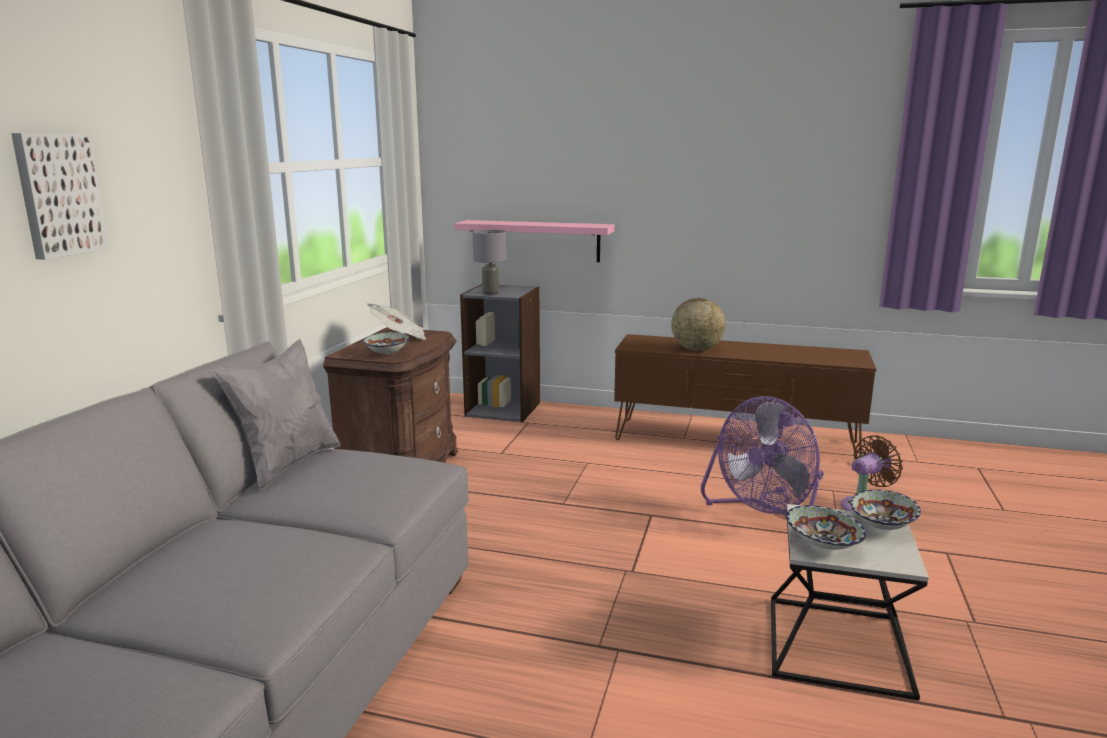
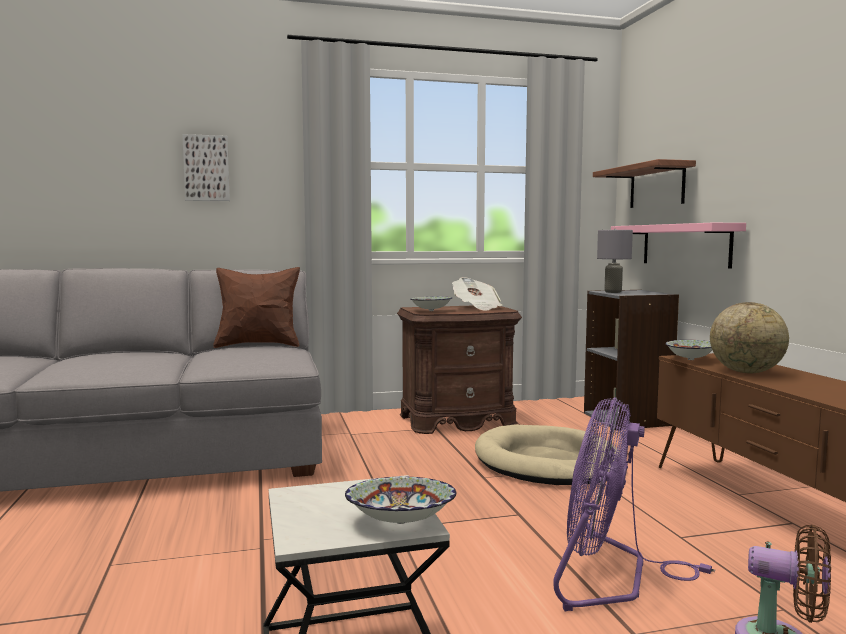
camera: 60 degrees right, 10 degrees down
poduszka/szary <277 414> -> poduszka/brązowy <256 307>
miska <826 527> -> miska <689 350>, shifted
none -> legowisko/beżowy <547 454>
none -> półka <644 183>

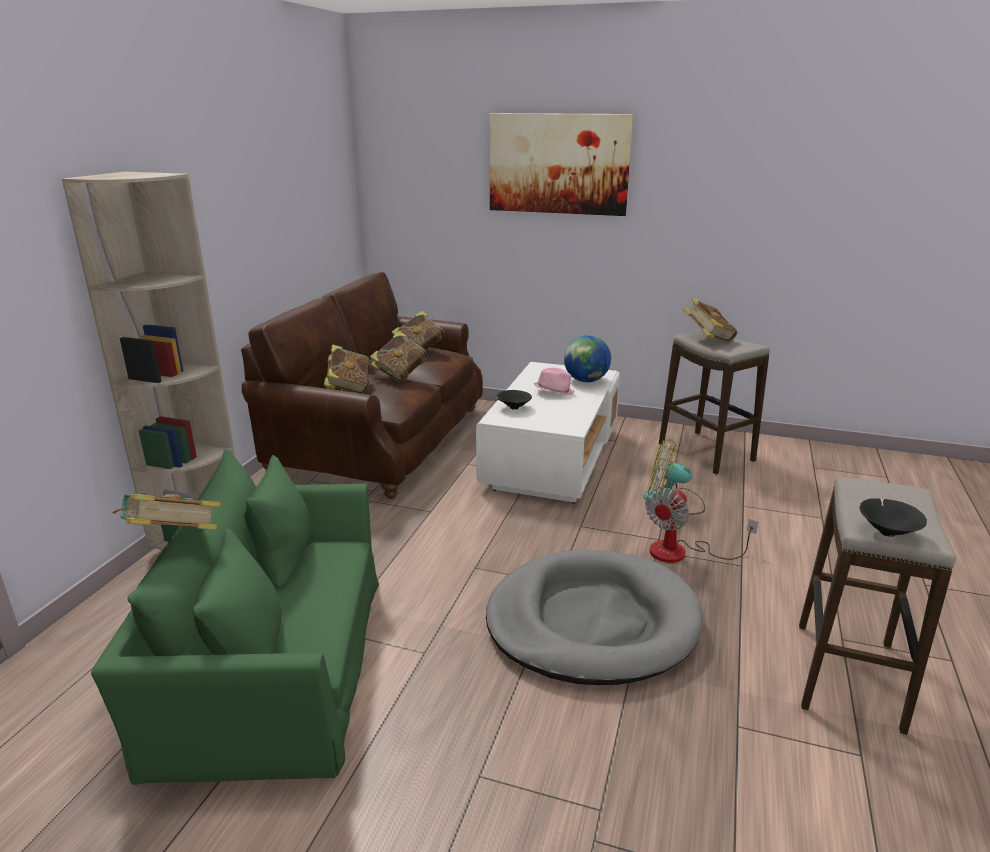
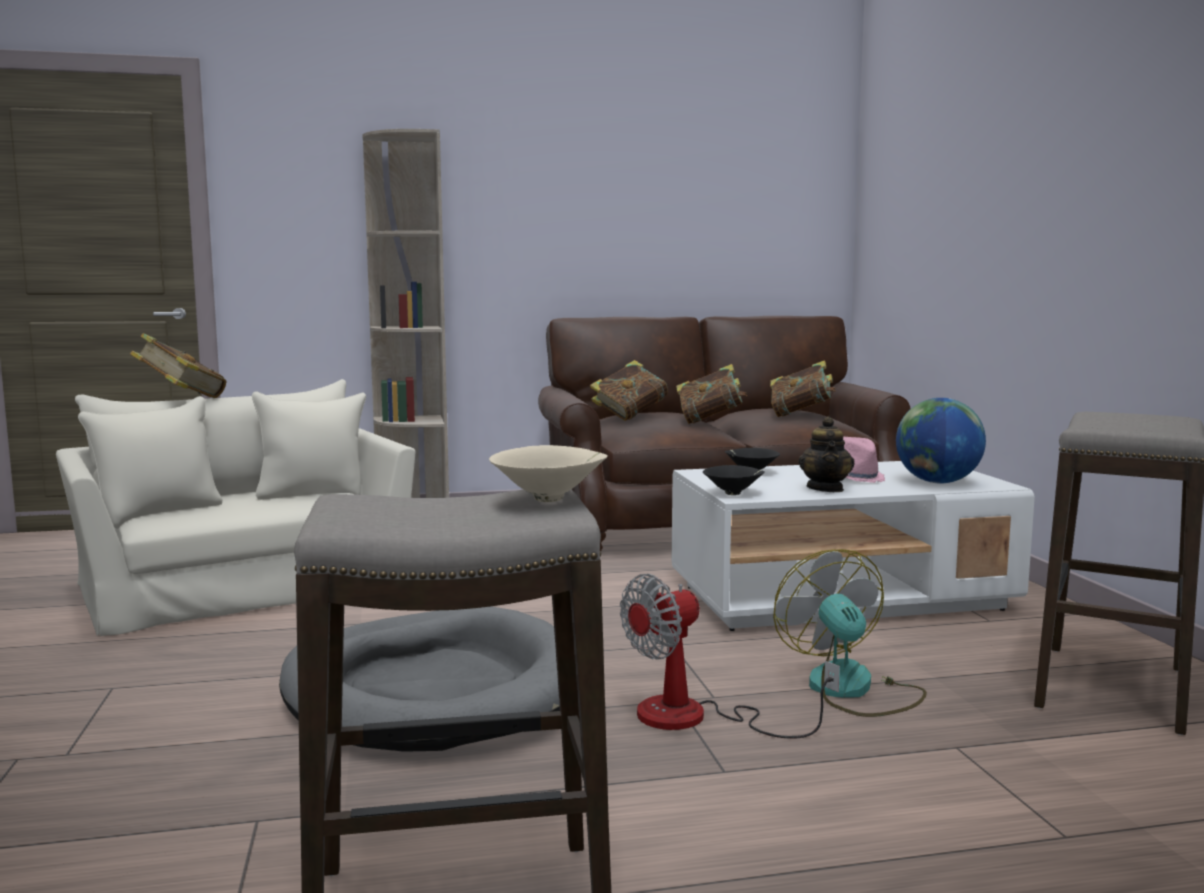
camera: 60 degrees right, 15 degrees down
fotel/zielony <235 617> -> fotel/beżowy <235 507>
obraz <561 164> -> none
wentylator <701 525> -> wentylator <730 656>, 45 degrees counterclockwise
książka <710 320> -> none
miska/czarny <893 517> -> miska/czarny <734 480>, shifted
none -> miska/beżowy <548 473>
none -> imbryk <826 454>

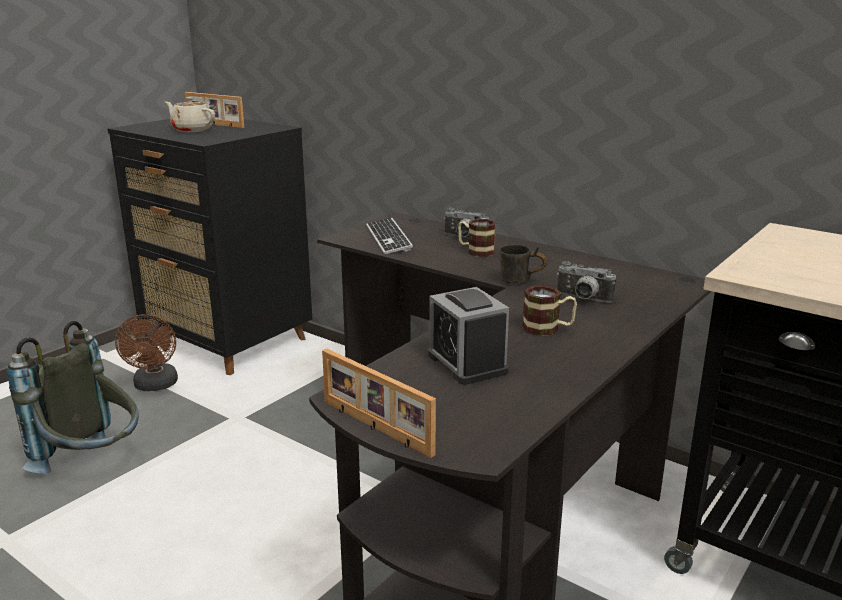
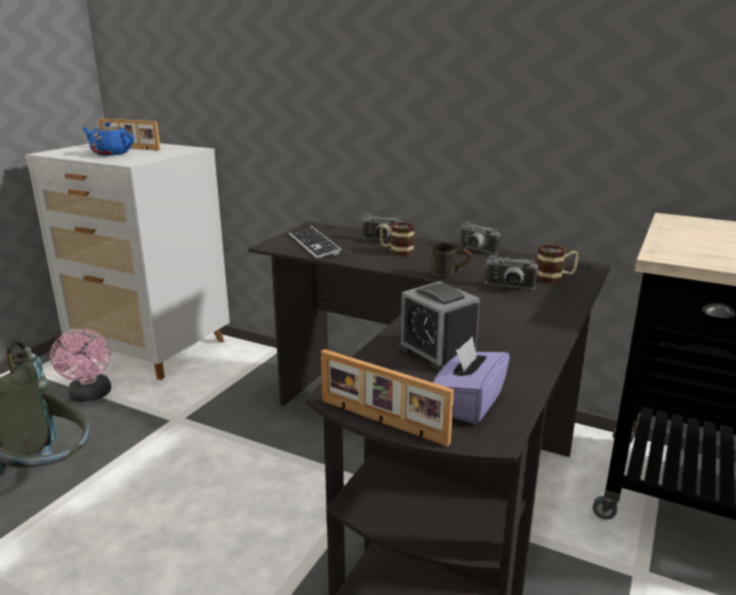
camera: 10 degrees left, 0 degrees up
komoda/czarny <210 247> -> komoda/biały <127 261>
wentylator/brązowy <146 352> -> wentylator/różowy <80 365>
imbryk/beżowy <190 114> -> imbryk/niebieski <107 139>
kubek <549 310> -> kubek <558 264>, shifted
none -> pudełko chusteczek/fioletowy <471 380>
none -> aparat fotograficzny <479 237>

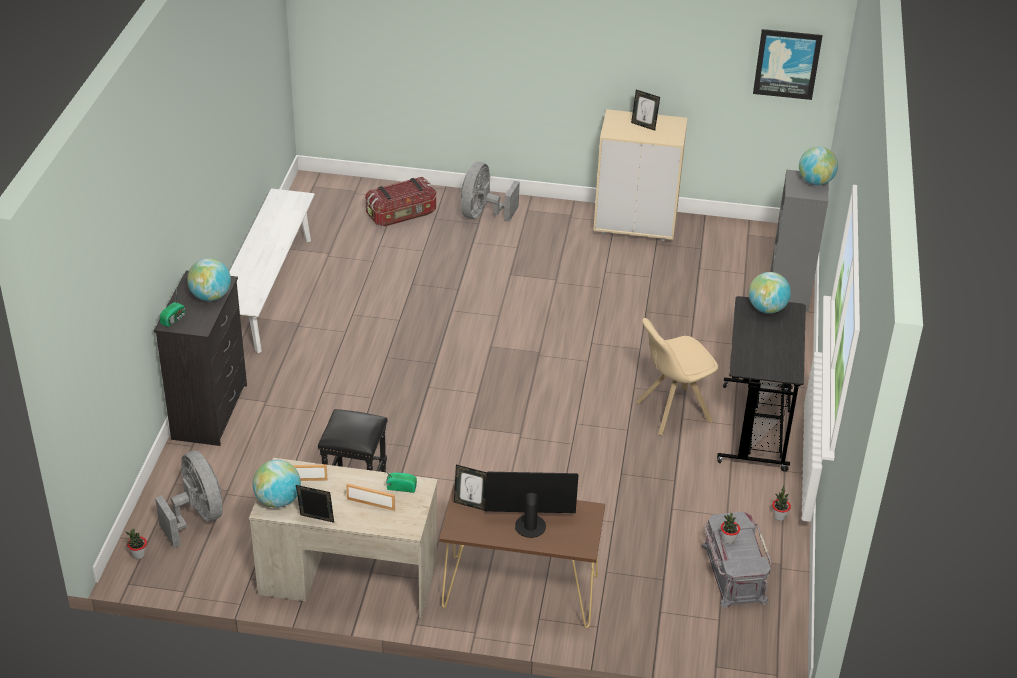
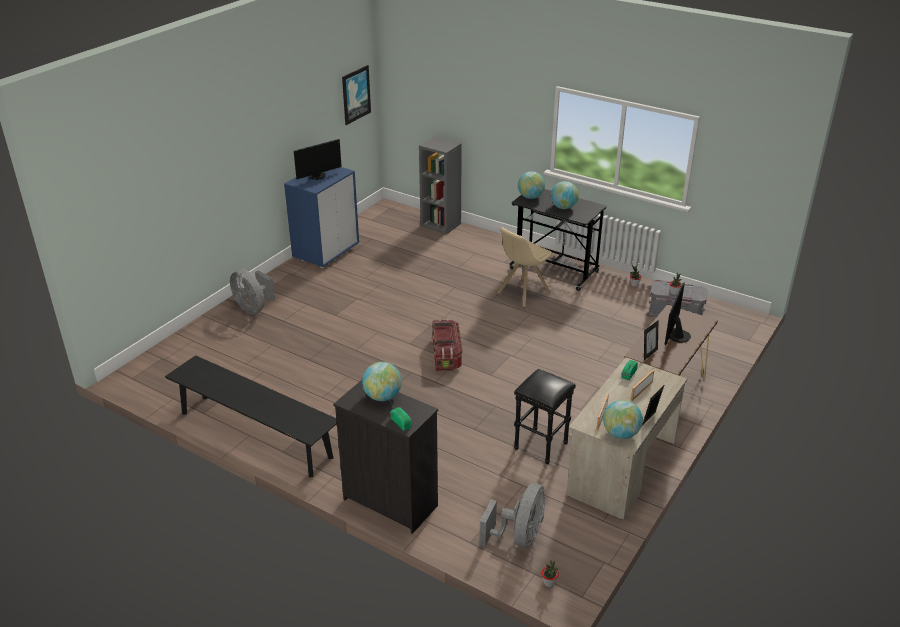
camera: 65 degrees left, 5 degrees down
wentylator/szary <189 499> -> wentylator/szary <512 515>, 120 degrees clockwise
ławka/biały <272 270> -> ławka/czarny <251 416>
pojemnik do przechowywania <400 202> -> pojemnik do przechowywania <447 345>, shifted
szafka/beżowy <640 175> -> szafka/niebieski <321 217>
ramka na zdjęcie <645 110> -> monitor <318 159>
krzesło/beżowy <677 376> -> krzesło/beżowy <524 267>, 45 degrees clockwise
globus <818 166> -> globus <565 195>, shifted

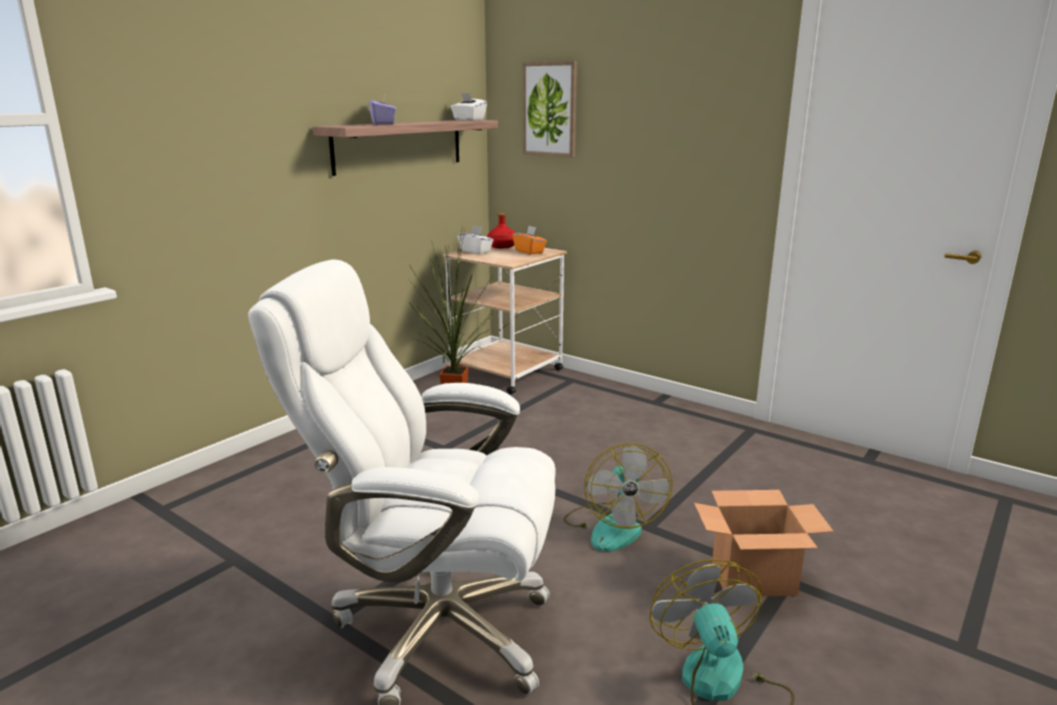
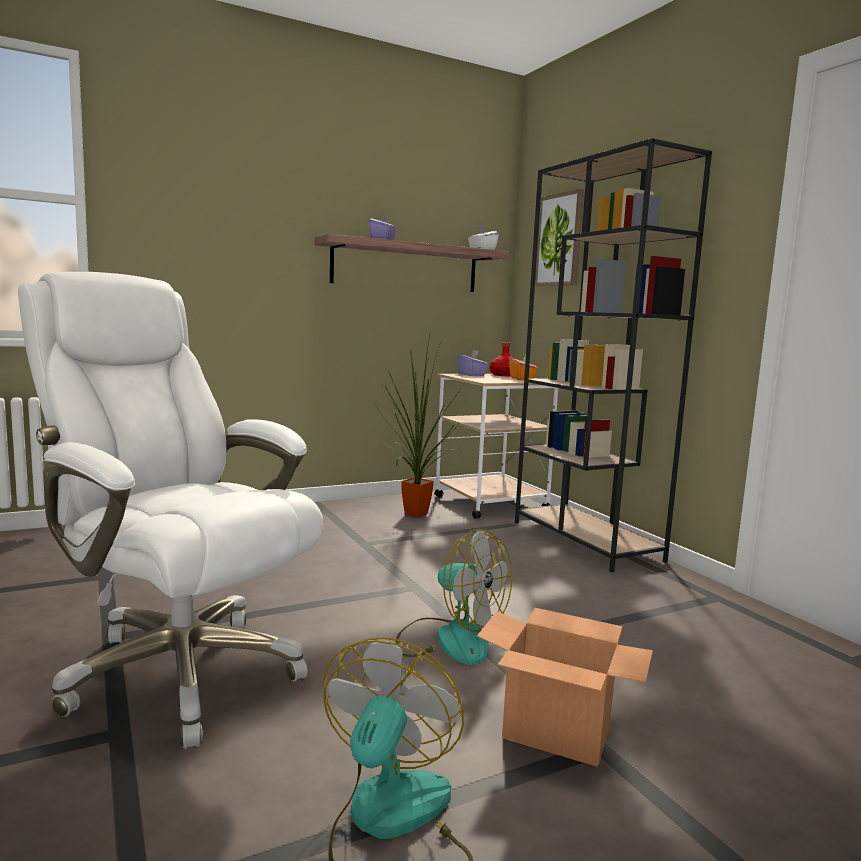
camera: 25 degrees right, 10 degrees down
pudełko chusteczek/biały <475 240> -> pudełko chusteczek/fioletowy <472 363>
wentylator <618 497> -> wentylator <453 597>, 75 degrees counterclockwise
none -> regał <613 355>

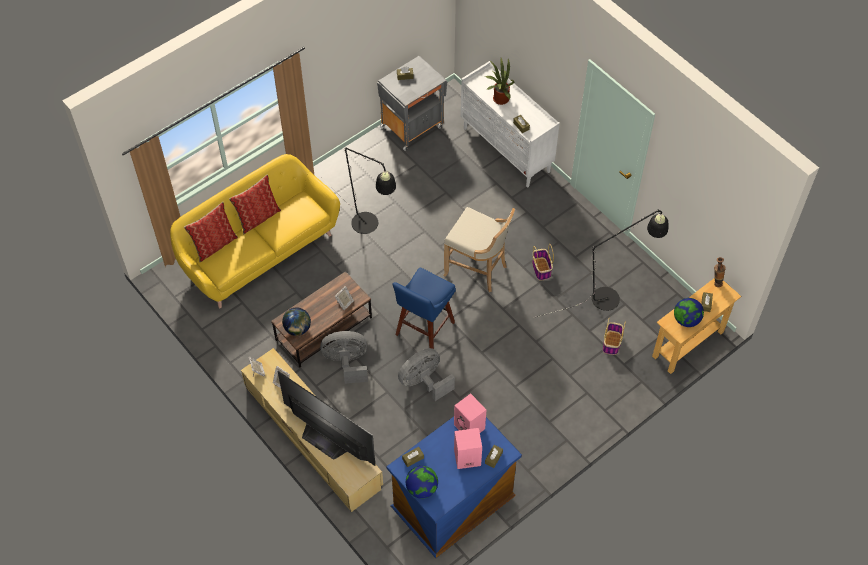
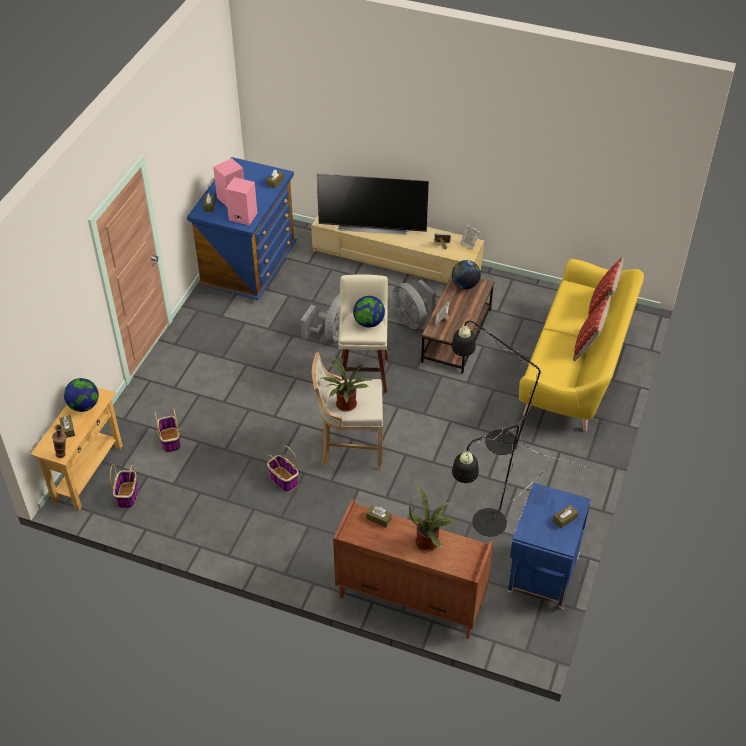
camera: 150 degrees right, 10 degrees down
wentylator/szary <344 357> -> wentylator/szary <414 304>, 90 degrees clockwise
wózek/szary <412 103> -> wózek/niebieski <549 546>
stołek/niebieski <424 308> -> stołek/beżowy <363 333>
globus <422 482> -> globus <369 312>, shifted
szafka/biały <510 124> -> szafka/brązowy <413 569>
lampa stojąca/czarny <601 263> -> lampa stojąca/czarny <500 481>, shifted
none -> koszyk <124 486>
none -> roślina doniczkowa <346 384>

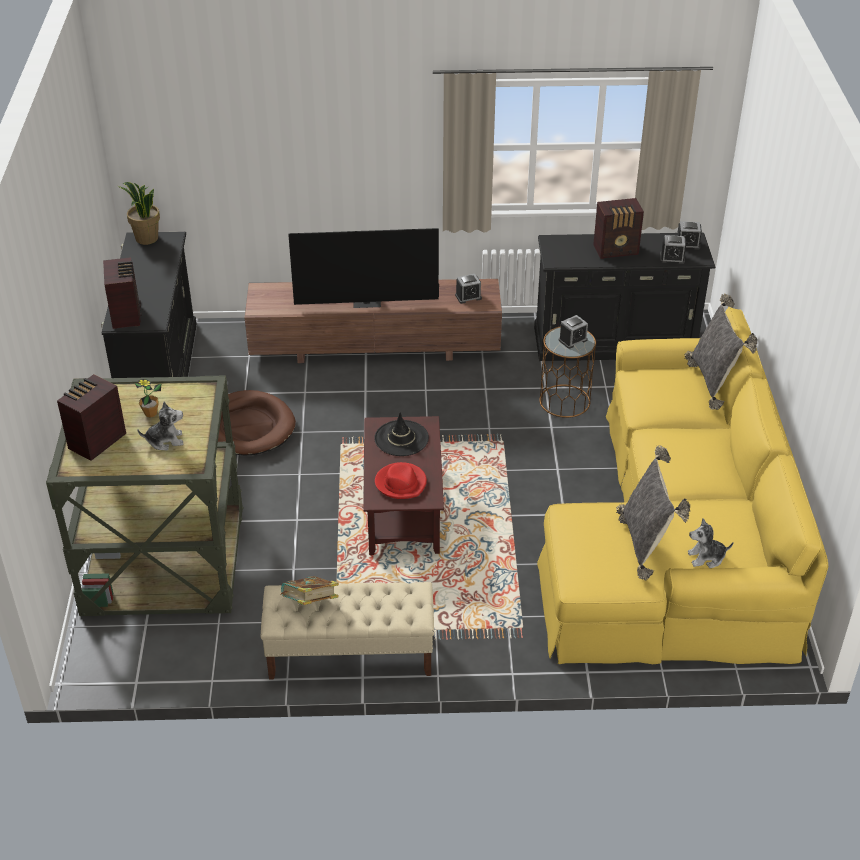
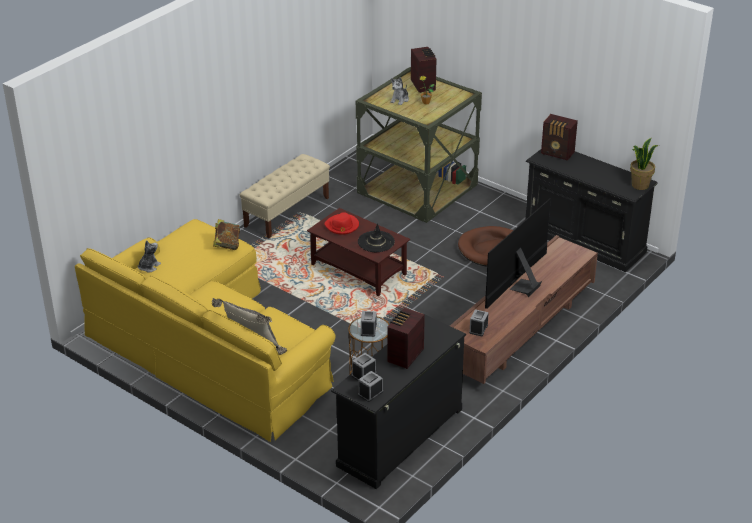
camera: 130 degrees right, 5 degrees down
książka <309 590> -> książka <226 234>, shifted
poduszka <653 513> -> none

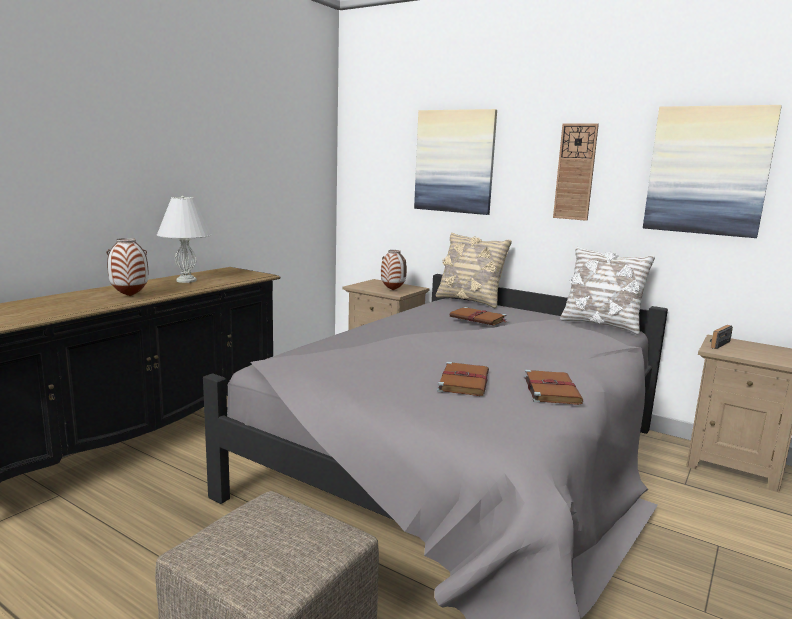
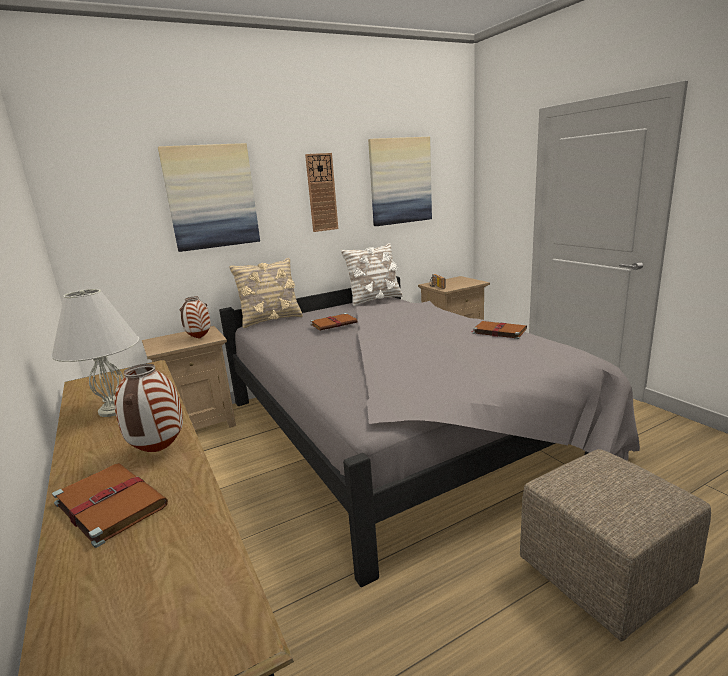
camera: 60 degrees left, 5 degrees up
książka/brązowy <463 379> -> książka/brązowy <110 505>, shifted

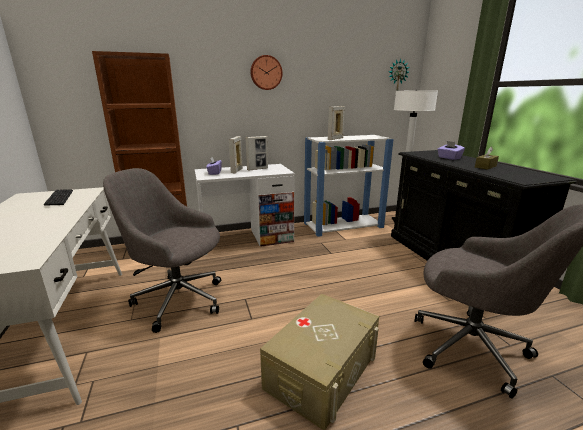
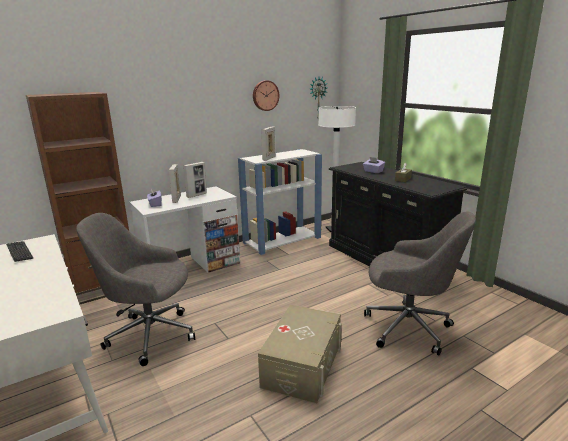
camera: 15 degrees left, 0 degrees up
zegar ścienny <266 72> -> zegar ścienny <266 95>, shifted

